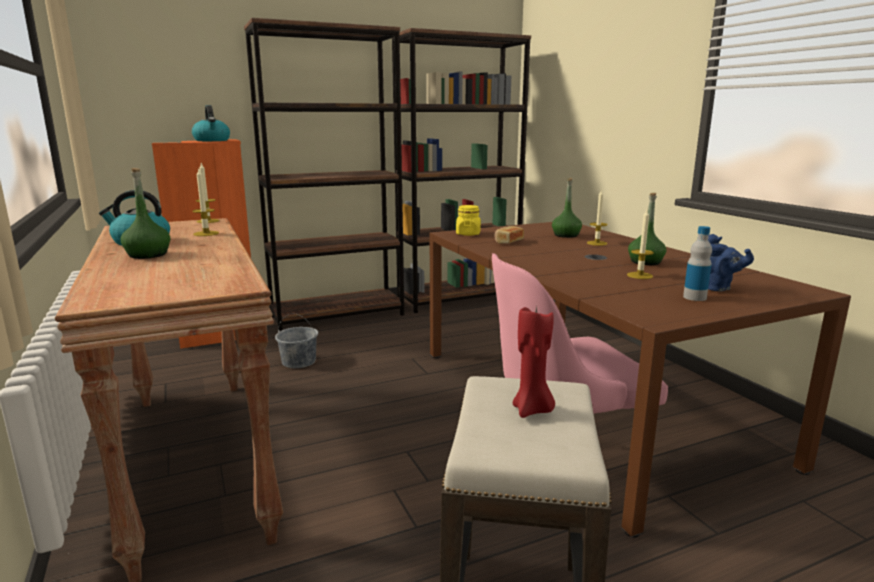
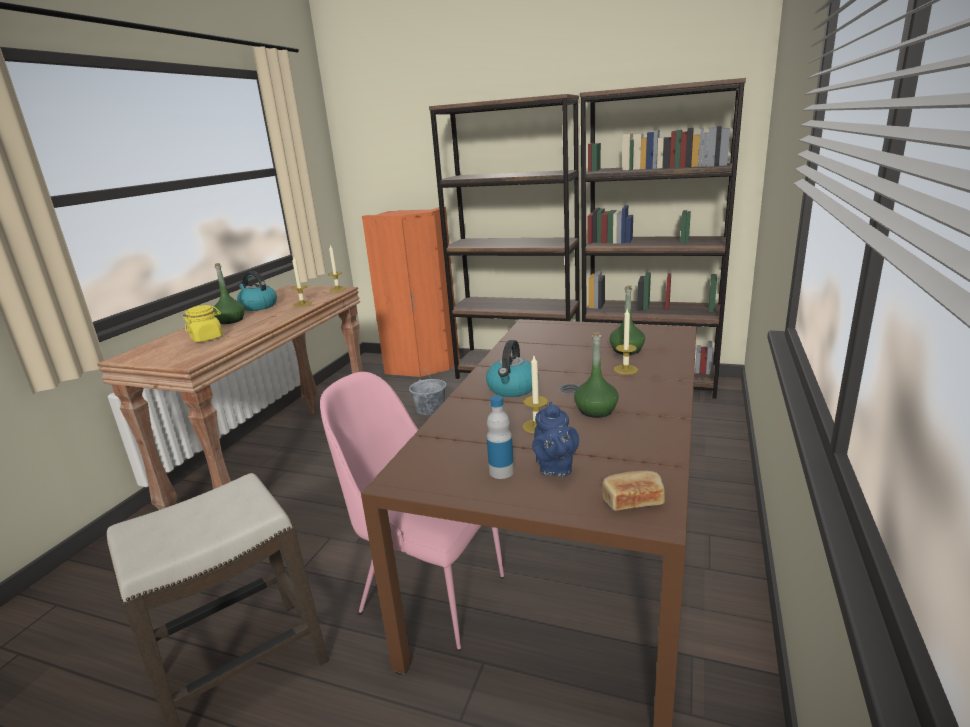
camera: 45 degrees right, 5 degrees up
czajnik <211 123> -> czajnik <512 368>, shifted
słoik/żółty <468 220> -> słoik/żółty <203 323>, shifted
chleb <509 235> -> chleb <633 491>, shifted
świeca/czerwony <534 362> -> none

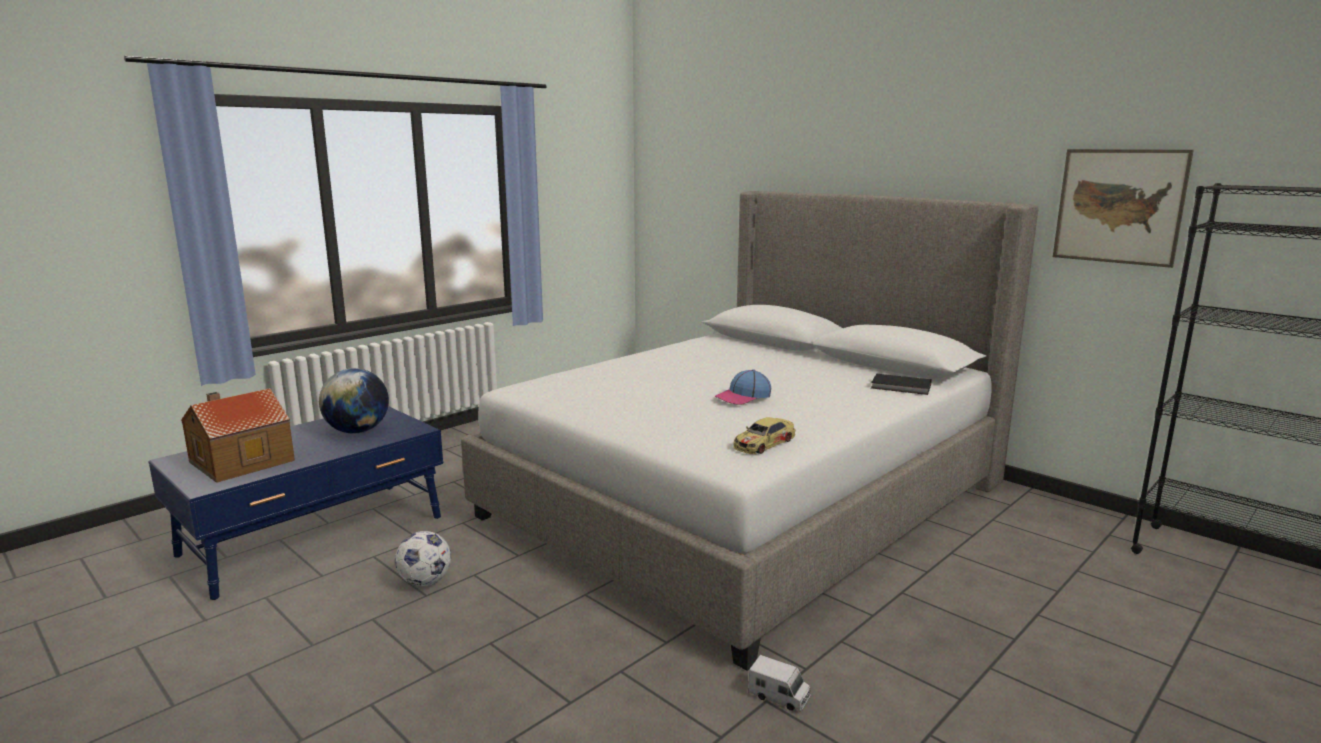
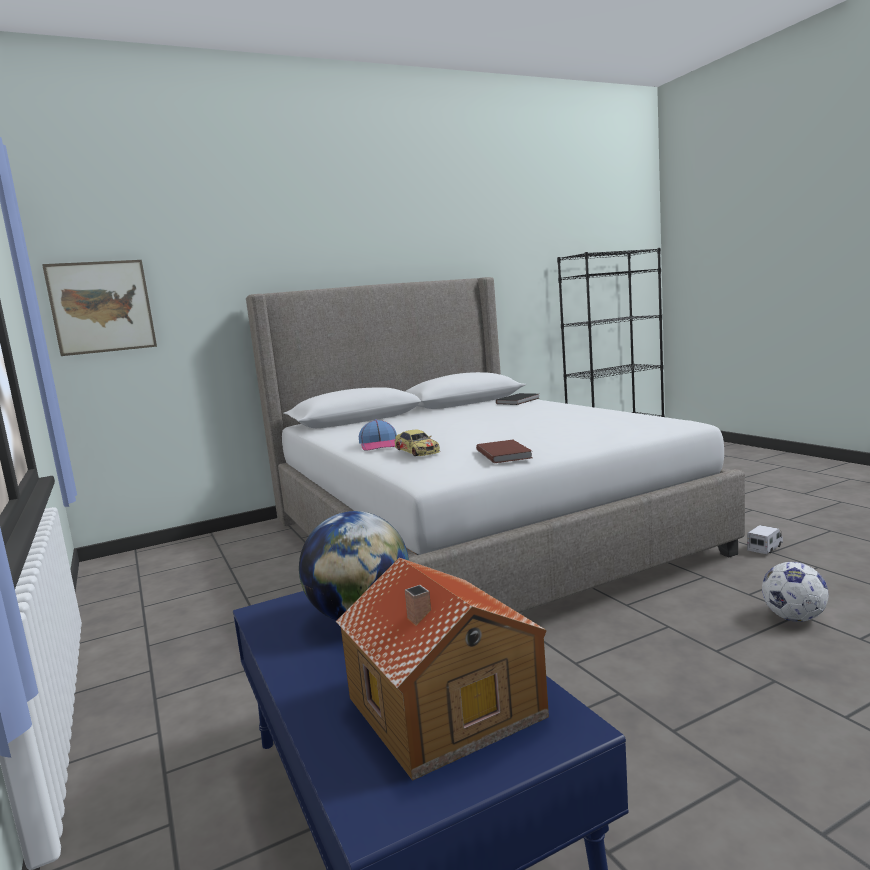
camera: 70 degrees left, 5 degrees down
piłka futbolowa <423 558> -> piłka futbolowa <795 592>, shifted
czapka z daszkiem <743 387> -> czapka z daszkiem <378 435>, shifted
samochodzik <764 435> -> samochodzik <417 443>, shifted
obraz <1123 208> -> obraz <99 308>, shifted
none -> książka/brązowy <504 451>

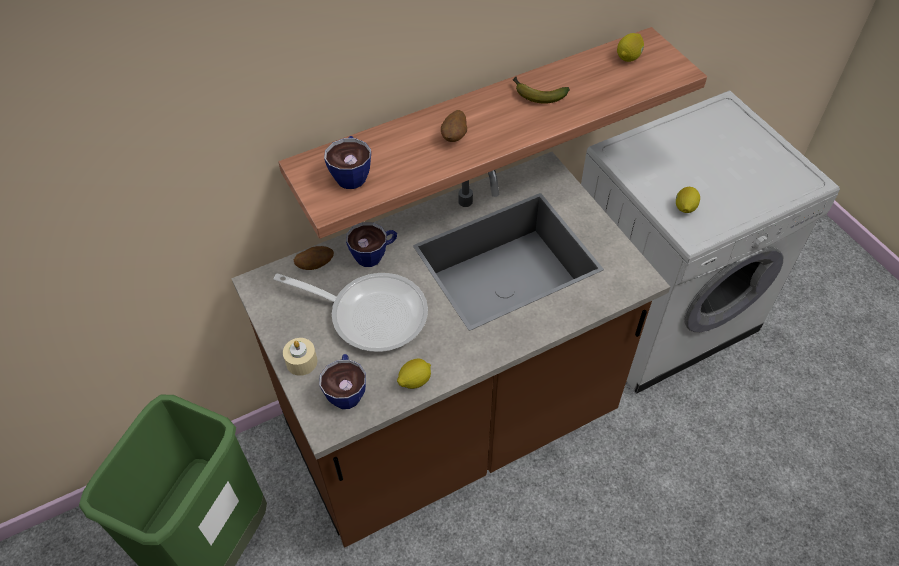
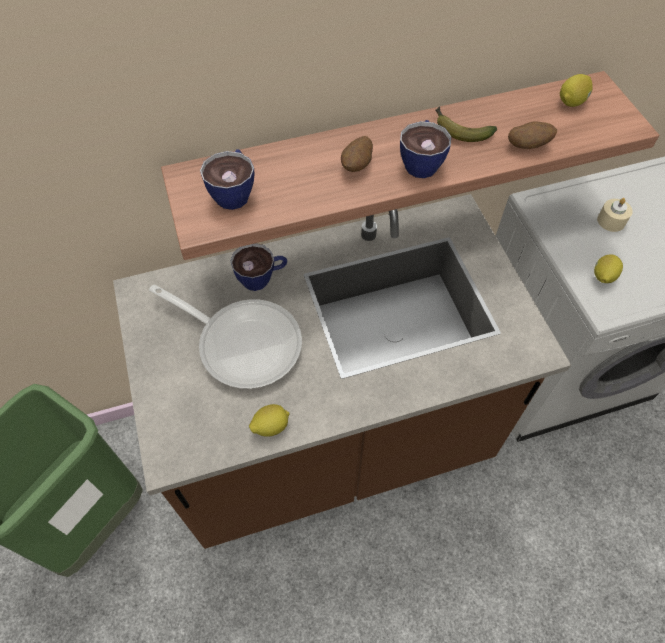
camera: 10 degrees right, 5 degrees up
świeca/beżowy <300 357> -> świeca/beżowy <615 215>, shifted
ziemniak <314 258> -> ziemniak <532 135>, shifted
filiżanka <342 381> -> filiżanka <425 149>, shifted

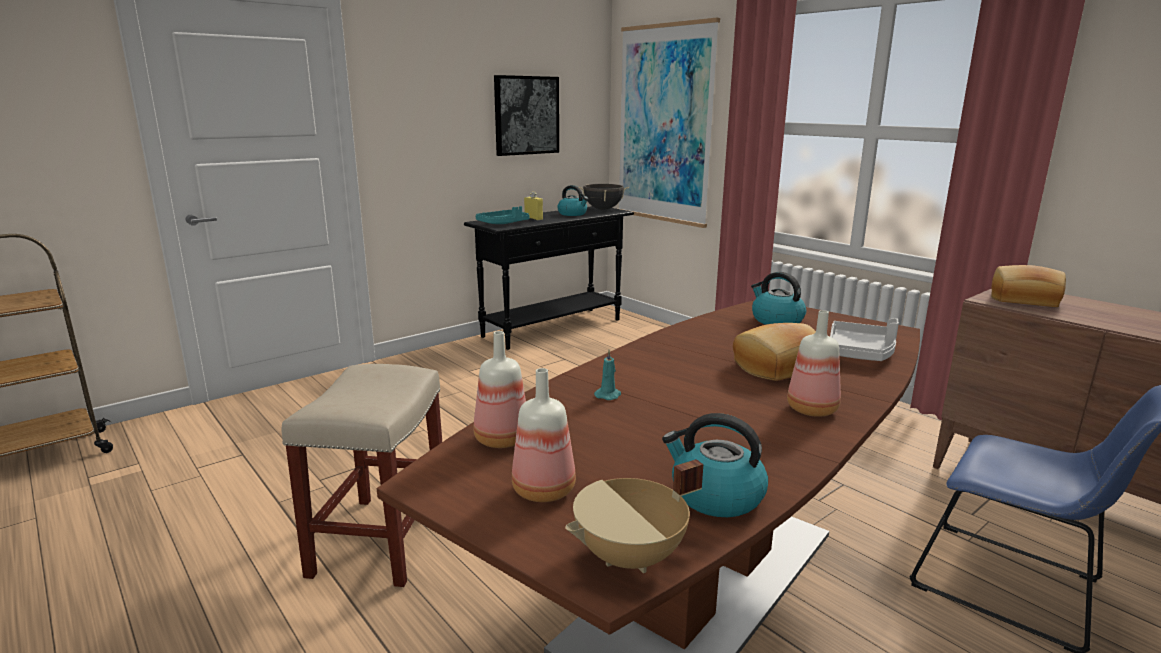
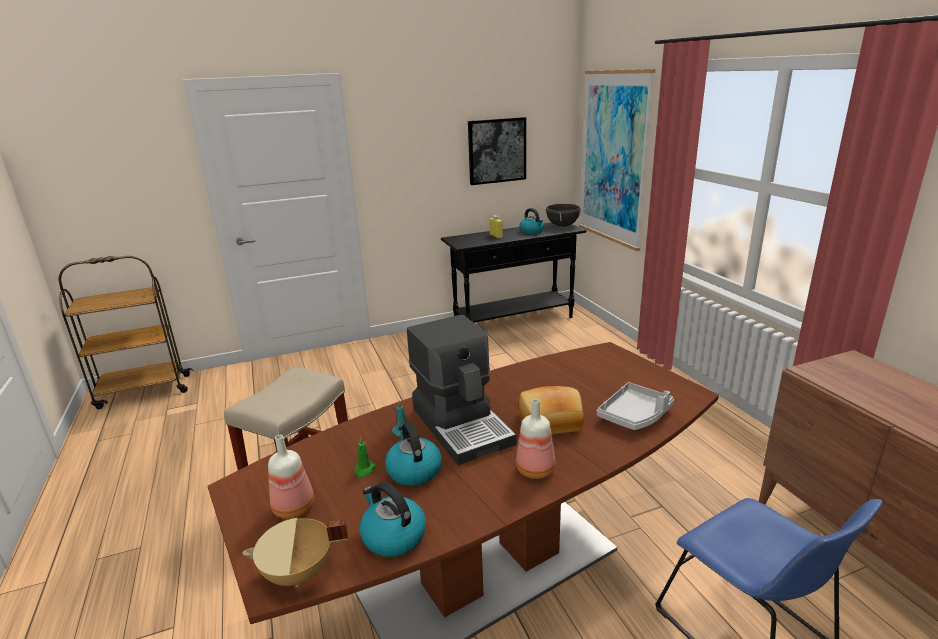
camera: 20 degrees right, 5 degrees up
butelka <500 389> -> none
taca/turkusowy <502 215> -> none
czajnik <778 298> -> czajnik <413 454>, shifted
chleb <1028 286> -> none
none -> świeca/zielony <365 457>
none -> ekspres do kawy <462 390>

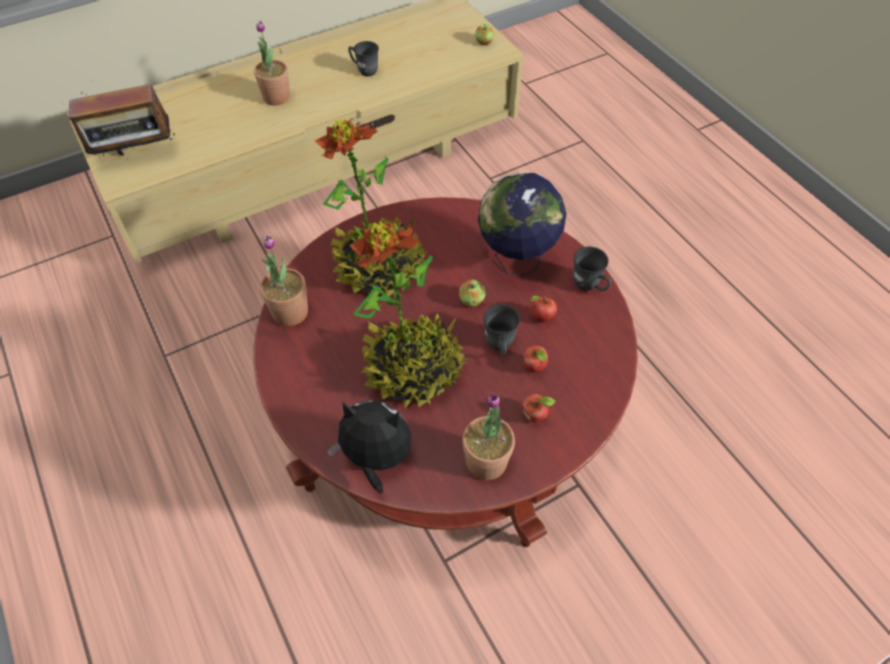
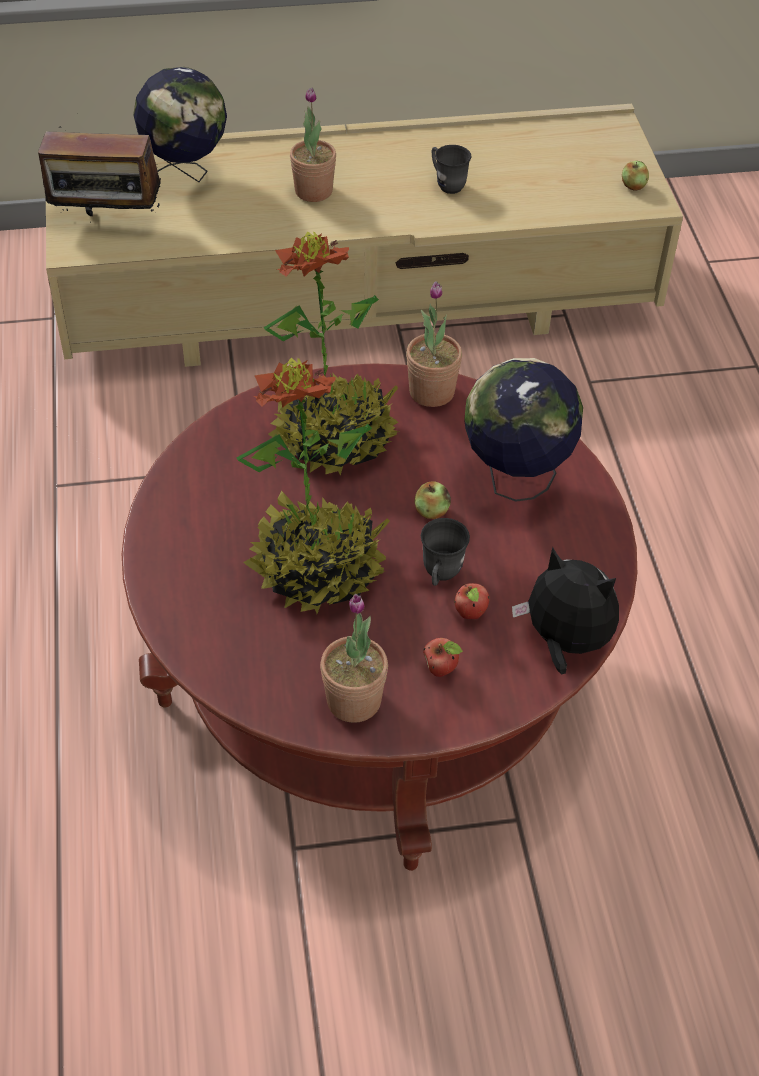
camera: 20 degrees right, 5 degrees down
roślina doniczkowa <284 280> -> roślina doniczkowa <434 344>, shifted
pluszak <369 447> -> pluszak <565 611>, shifted
jabłko <543 308> -> none
kubek/szary <592 269> -> none
none -> globus <180 124>

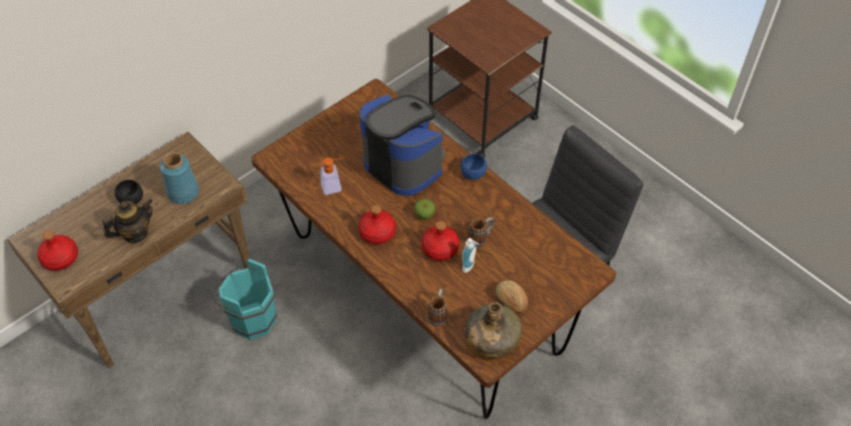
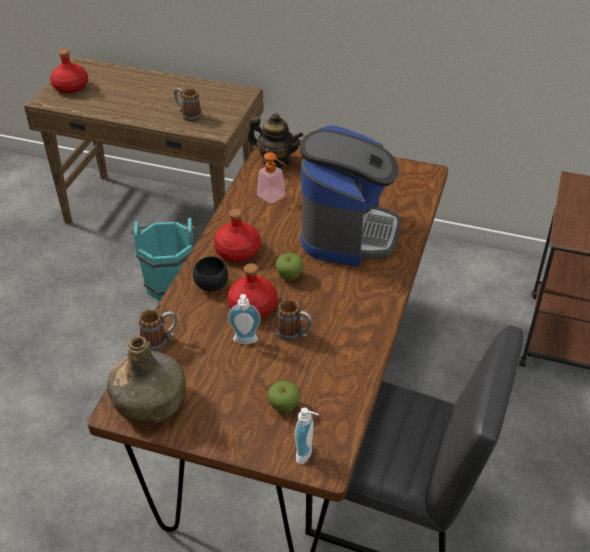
camera: 60 degrees right, 10 degrees down
imbryk <127 221> -> imbryk <275 140>, shifted
miska/czarny <129 192> -> miska/czarny <210 274>, shifted
wazon/niebieski <179 178> -> kubek <188 104>
miska/niebieski <474 167> -> none
chleb <511 296> -> none
none -> jabłko <284 397>
none -> dozownik mydła <307 435>

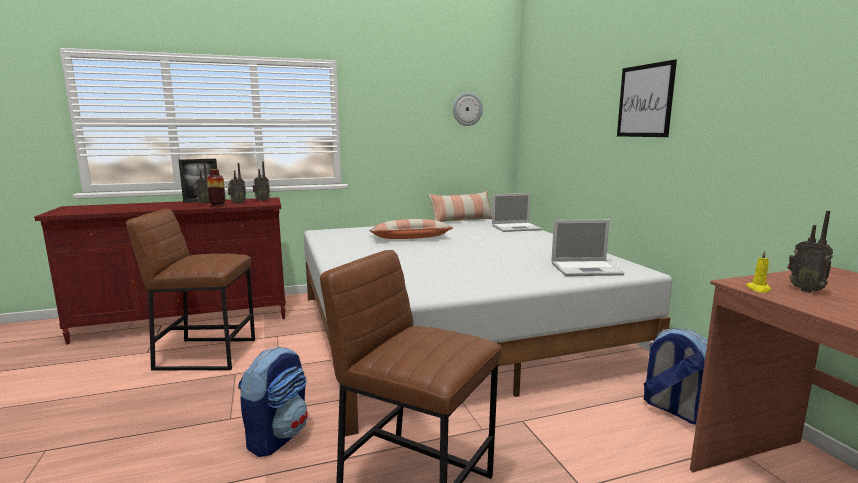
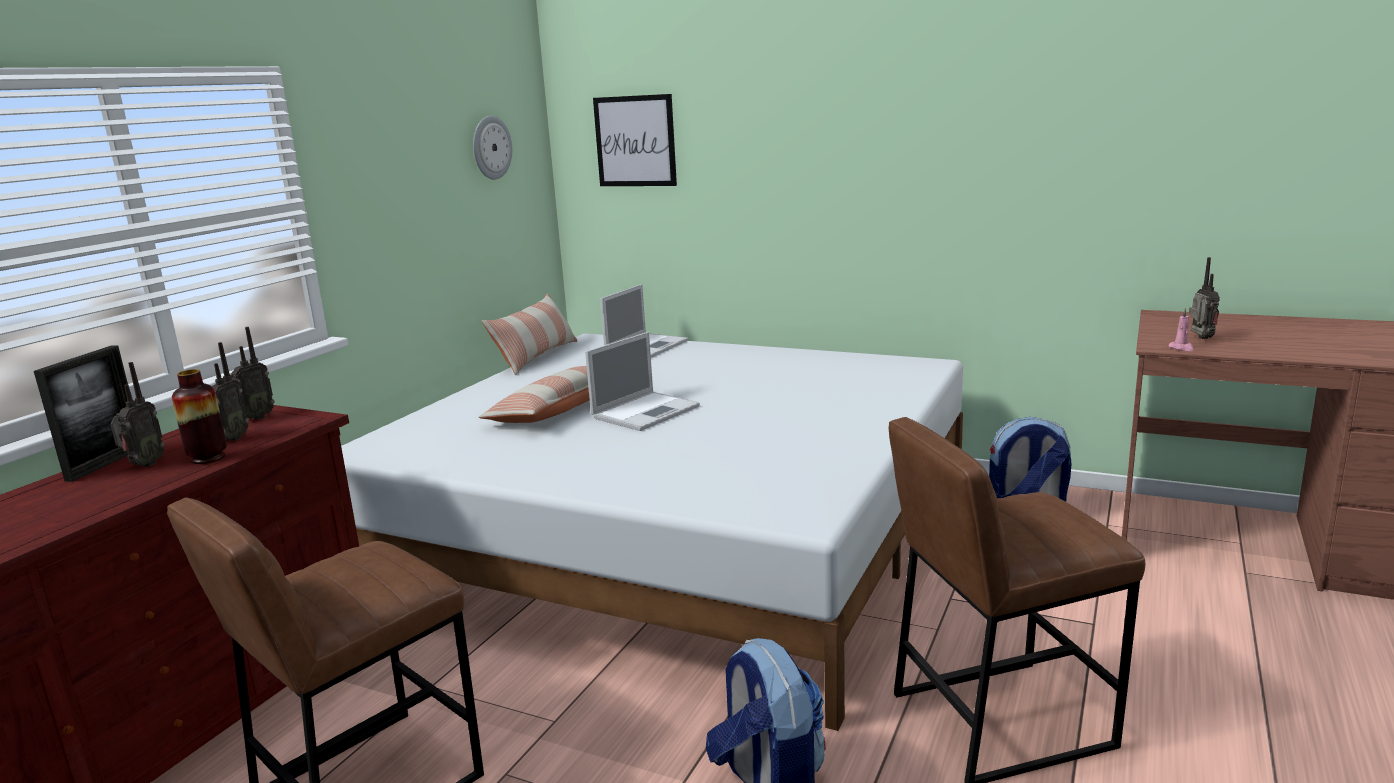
camera: 45 degrees left, 5 degrees up
laptop <587 248> -> laptop <642 381>, shifted
obraz <647 98> -> obraz <635 140>, shifted
świeca/żółty <758 271> -> świeca/różowy <1181 329>
radio <810 252> -> radio <1204 298>, 105 degrees counterclockwise

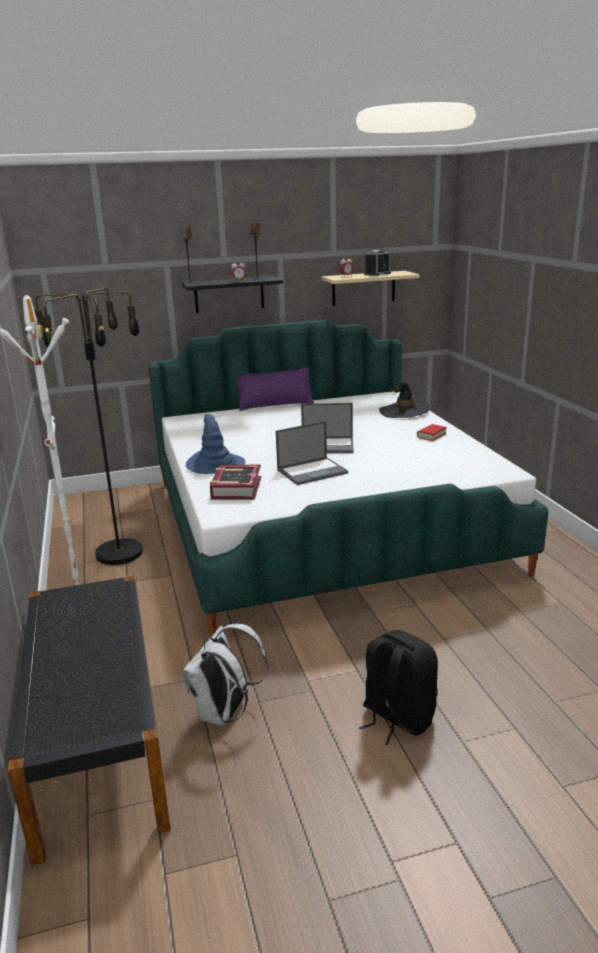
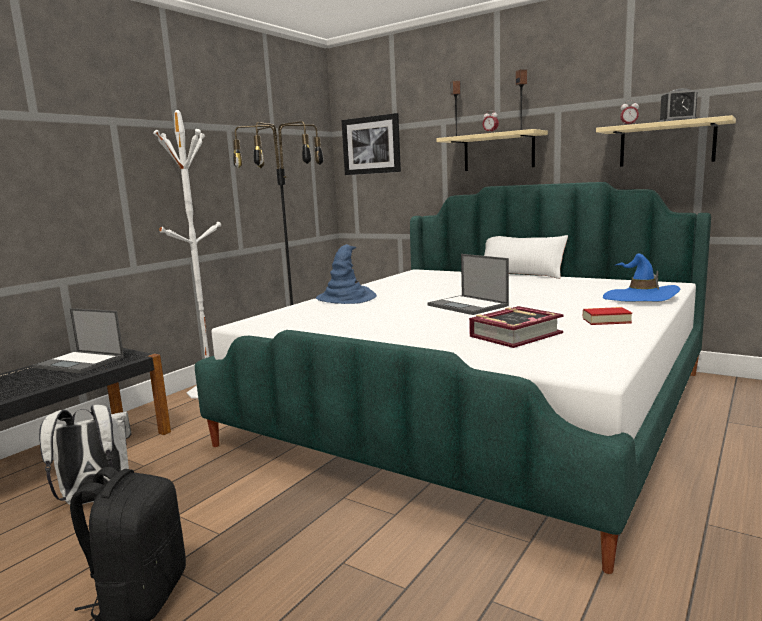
camera: 50 degrees right, 10 degrees down
półka/czarny <232 294> -> półka/beżowy <492 150>
książka <235 482> -> książka <516 327>, shifted
poduszka/fioletowy <275 389> -> poduszka/biały <526 257>
laptop <312 453> -> laptop <78 341>, shifted
kapelusz/czarny <404 399> -> kapelusz/niebieski <641 277>
none -> obraz <371 144>

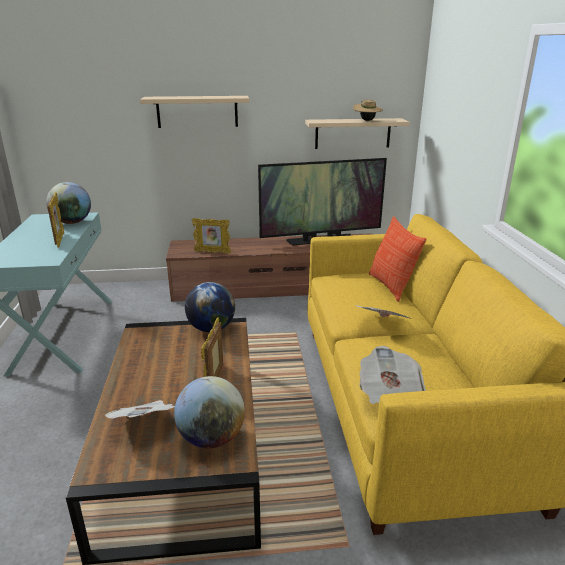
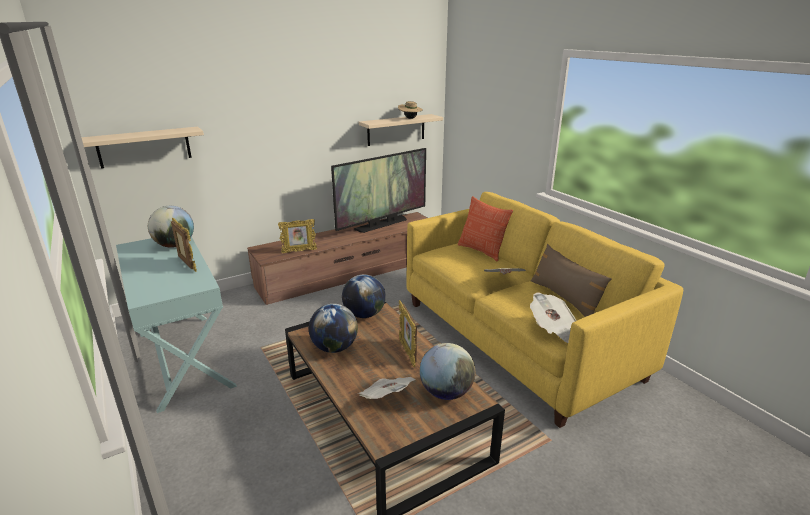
camera: 25 degrees left, 0 degrees up
półka/beżowy <194 112> -> półka/beżowy <142 148>, shifted
none -> globus <333 328>
none -> poduszka/brązowy <571 280>

